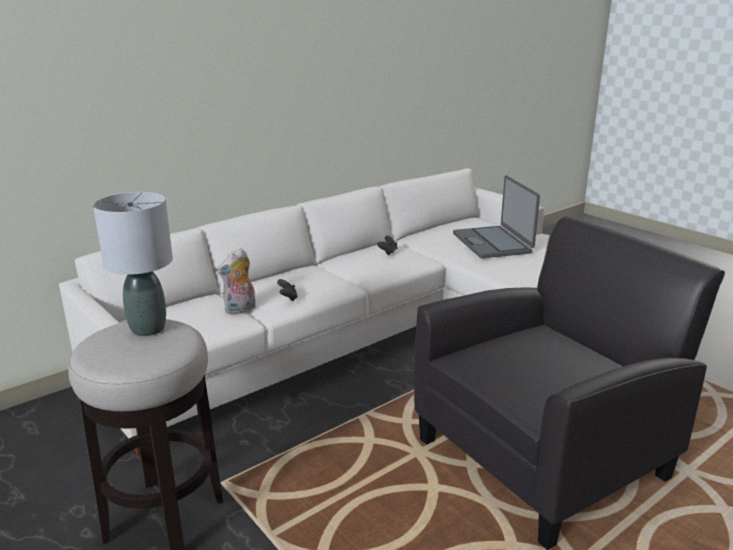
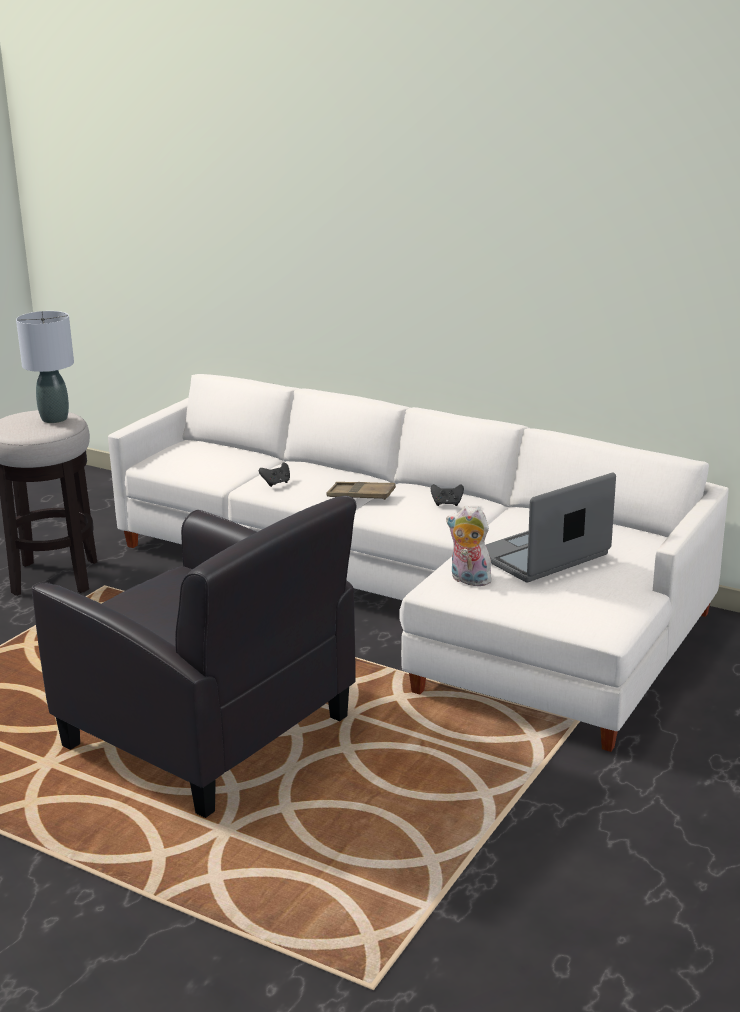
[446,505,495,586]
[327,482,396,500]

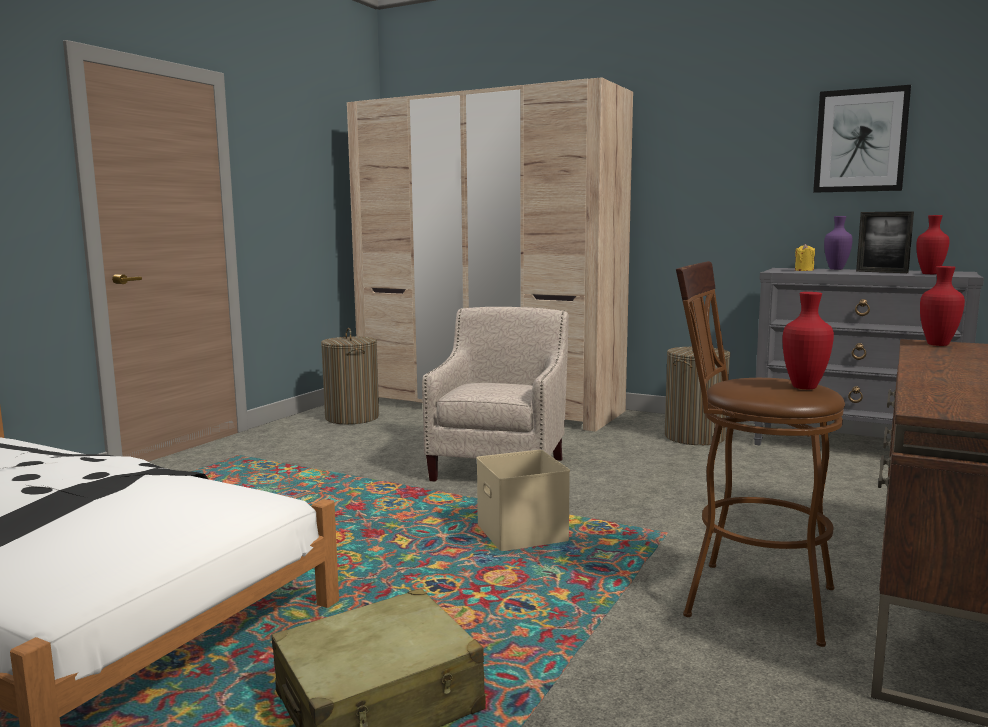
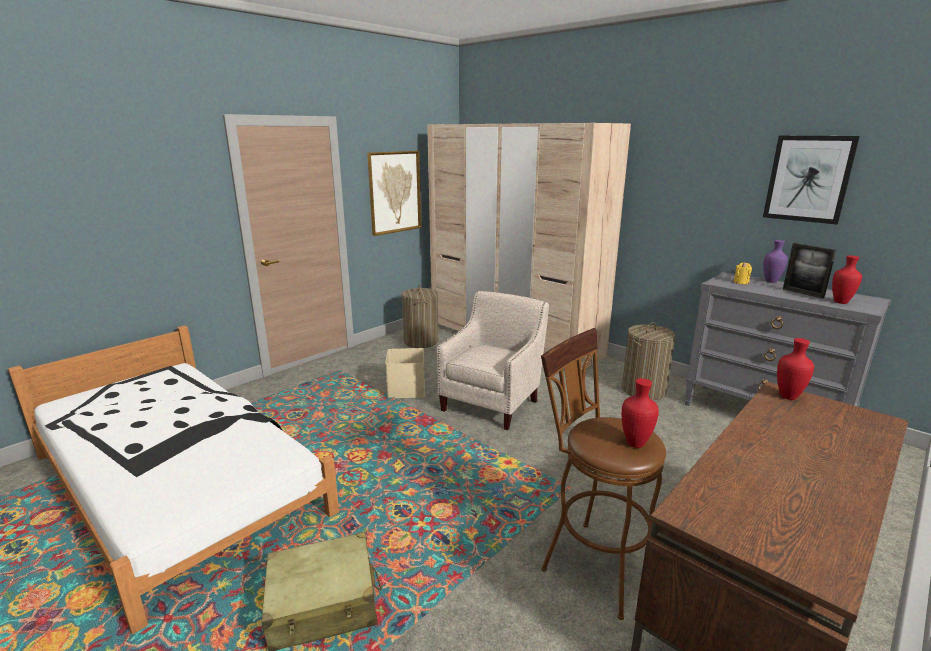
[385,348,425,398]
[367,151,422,236]

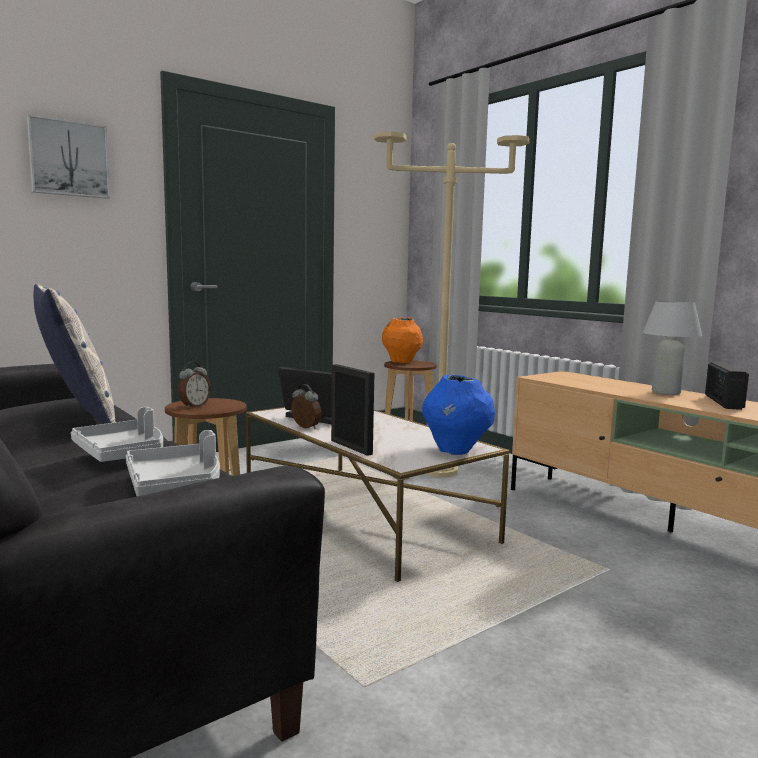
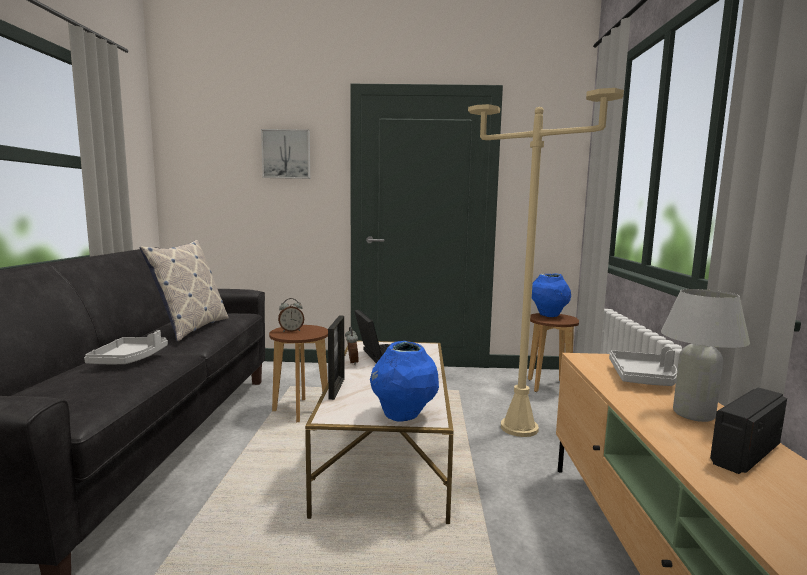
[609,346,677,386]
[532,274,571,317]

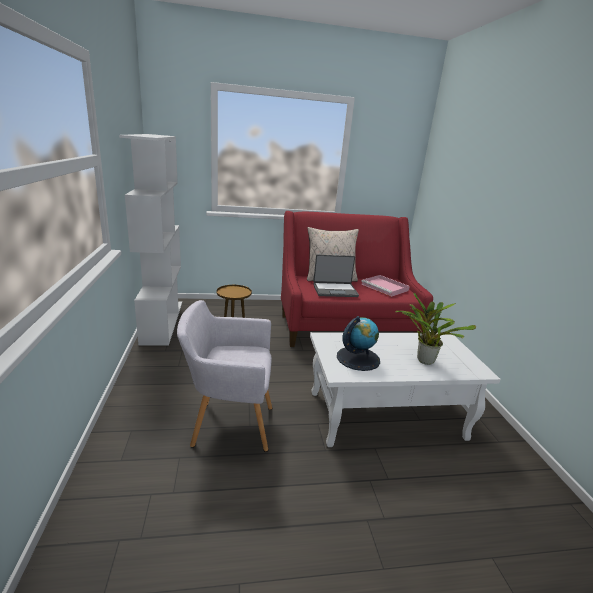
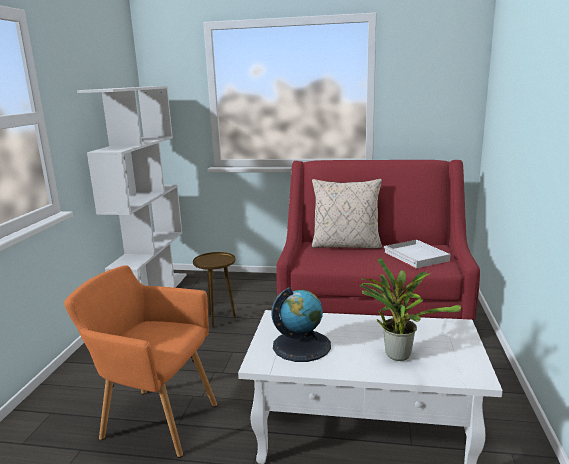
[64,265,217,457]
[313,255,359,297] (first image)
[384,240,450,268]

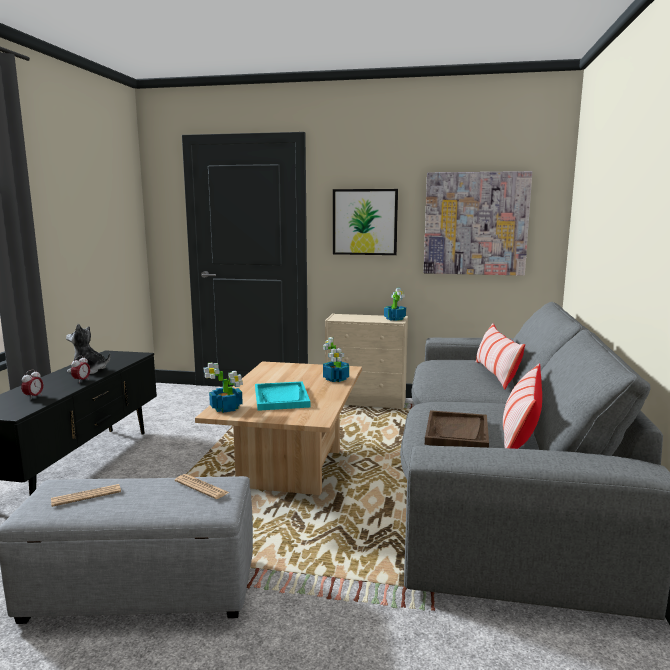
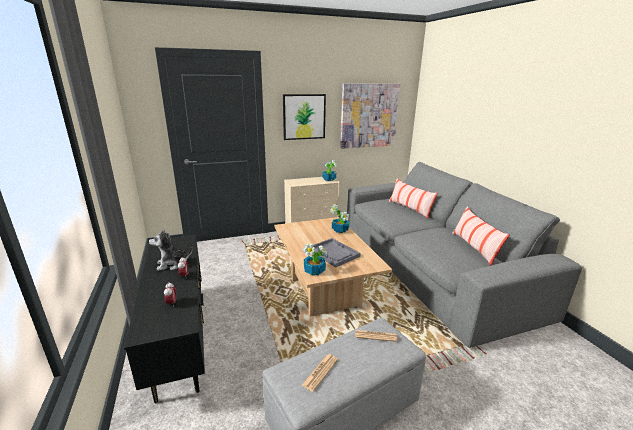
[313,238,361,268]
[425,410,489,448] (first image)

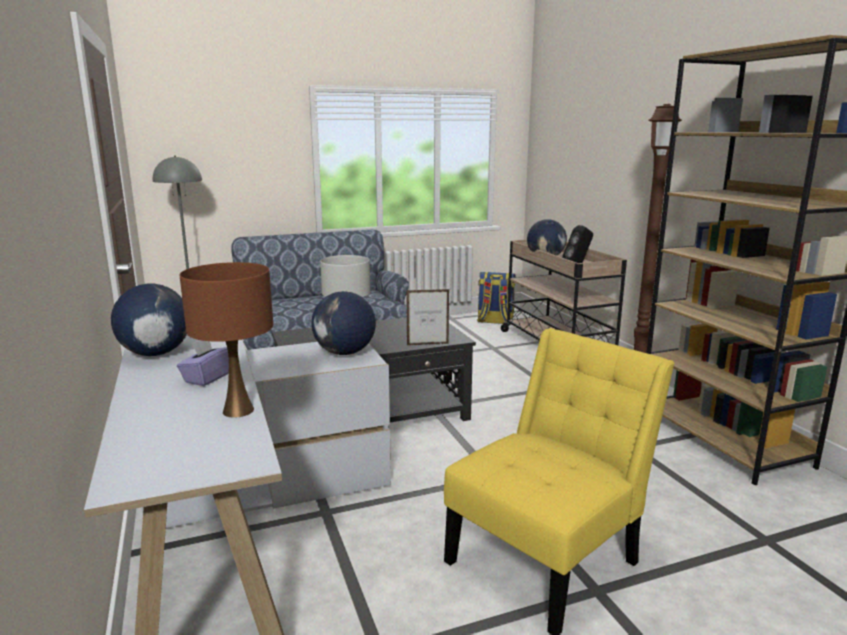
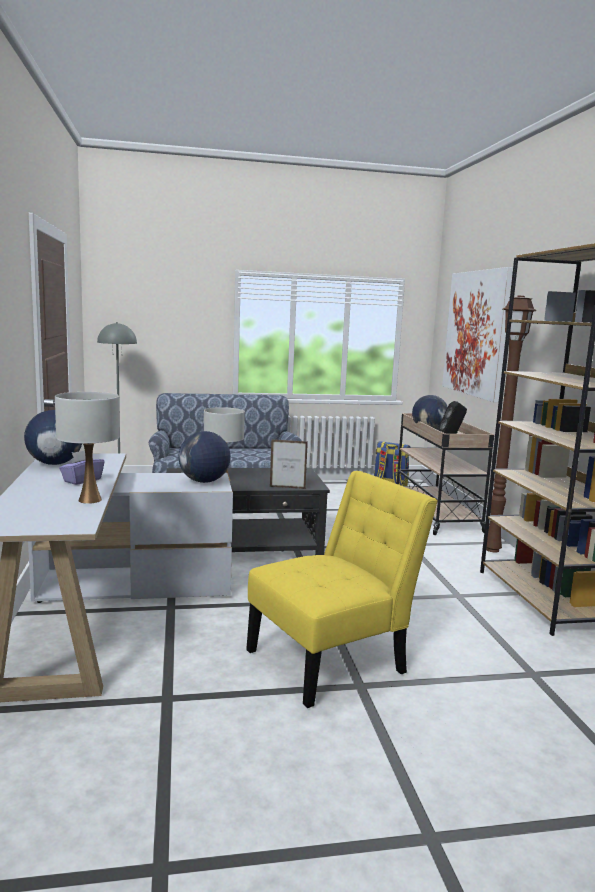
[55,392,120,504]
[442,267,513,402]

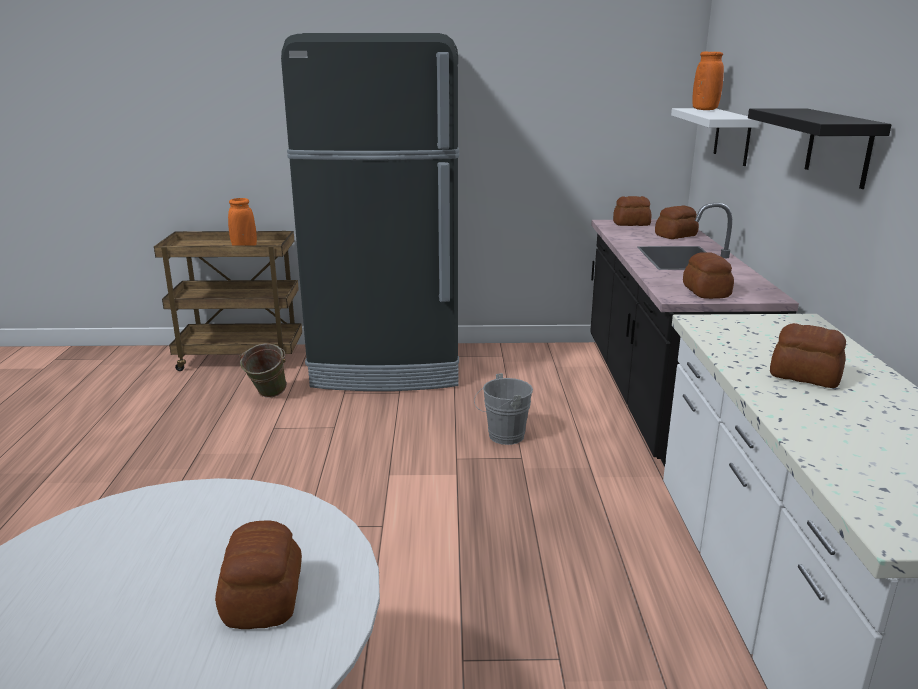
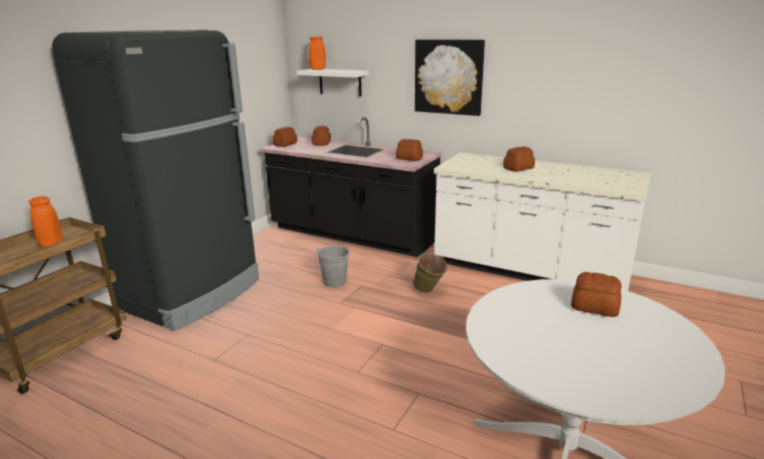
[413,253,448,293]
[415,40,485,116]

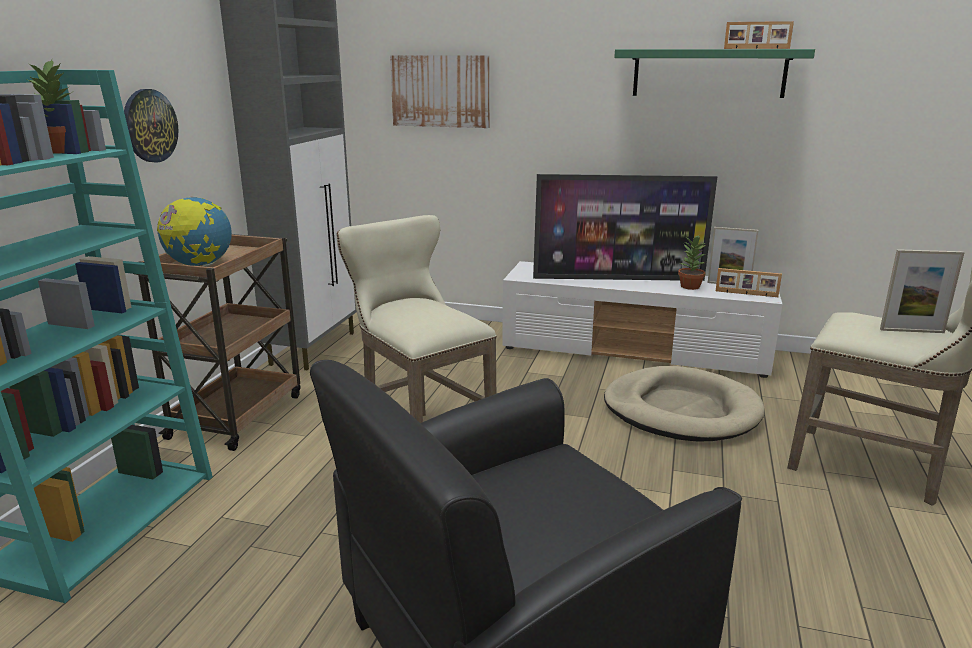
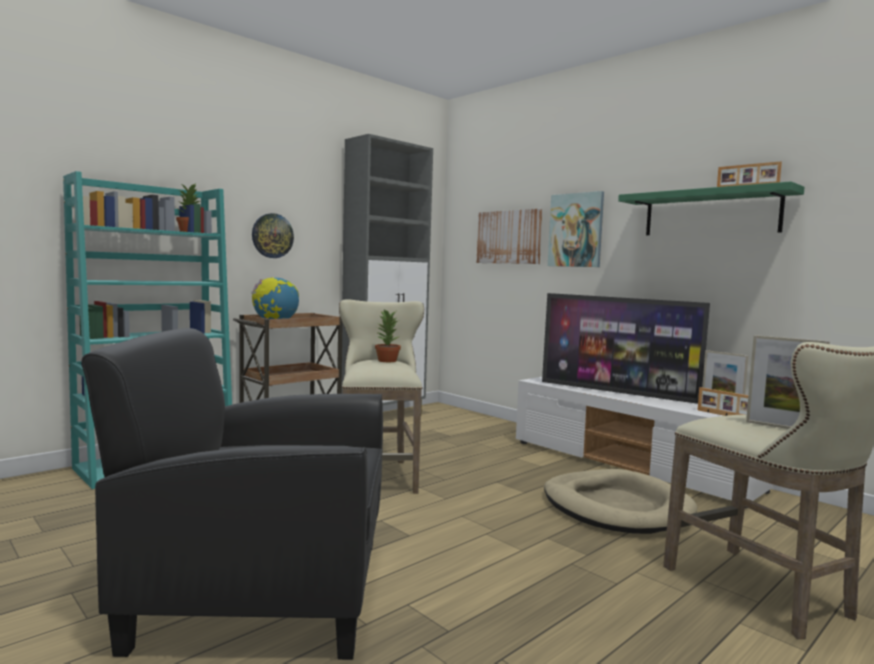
[375,309,401,362]
[548,191,604,267]

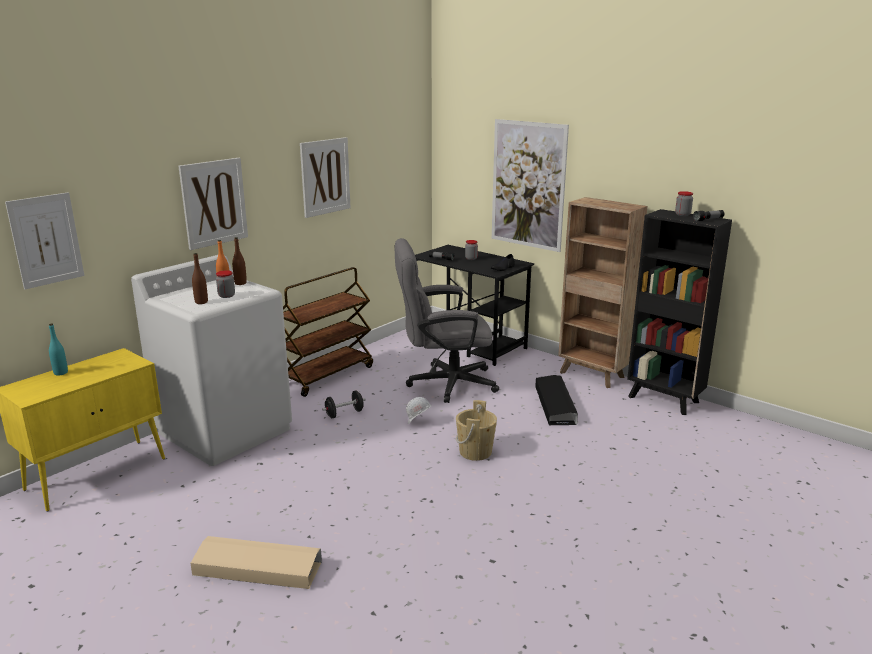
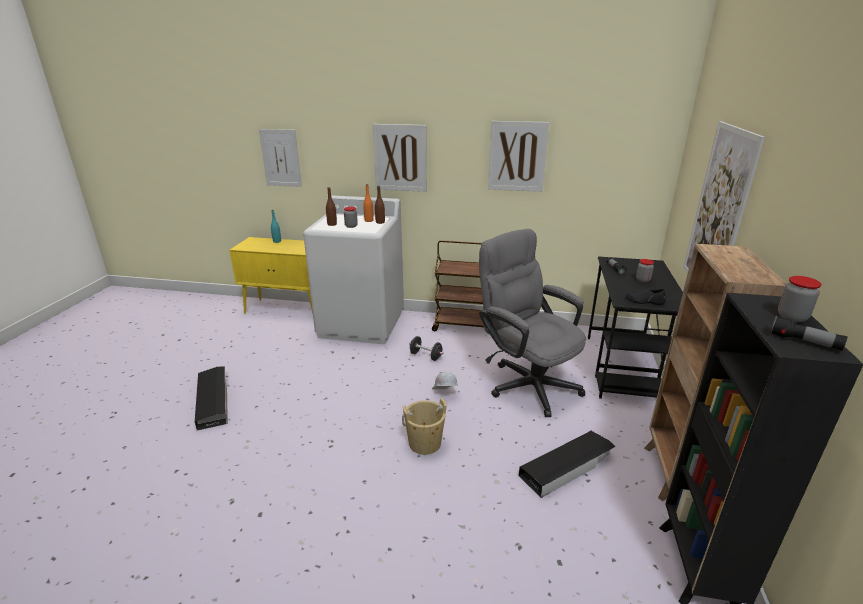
[195,366,228,430]

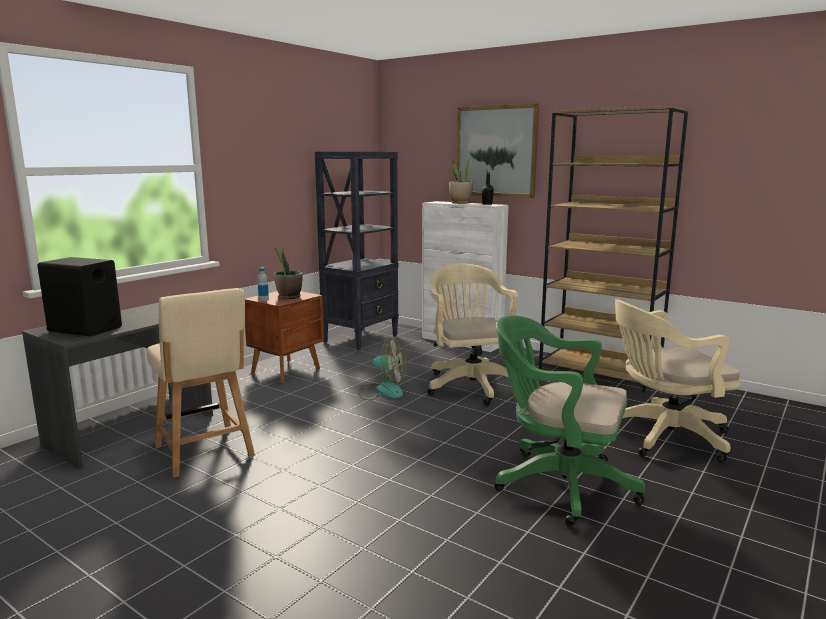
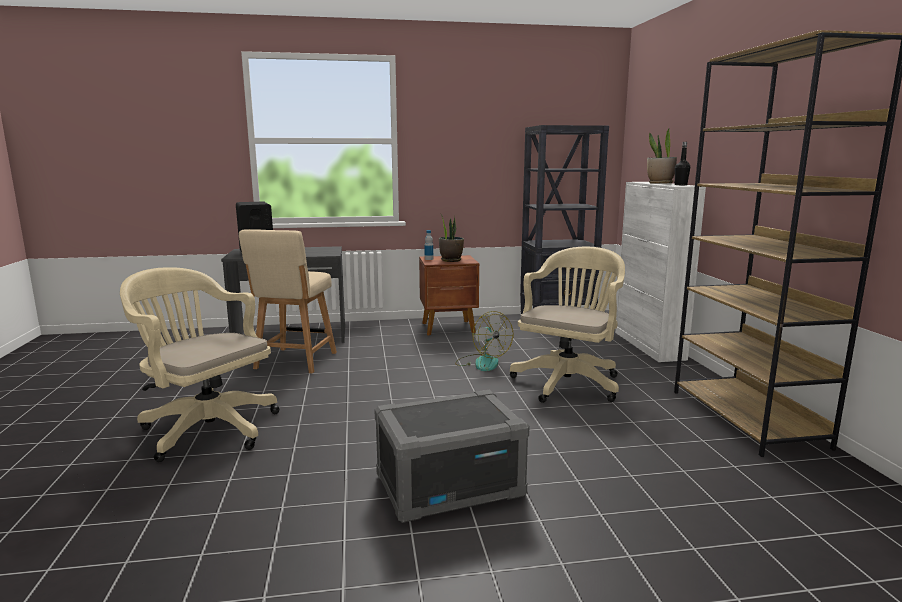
[457,103,539,198] (first image)
[374,390,529,523]
[120,267,280,462]

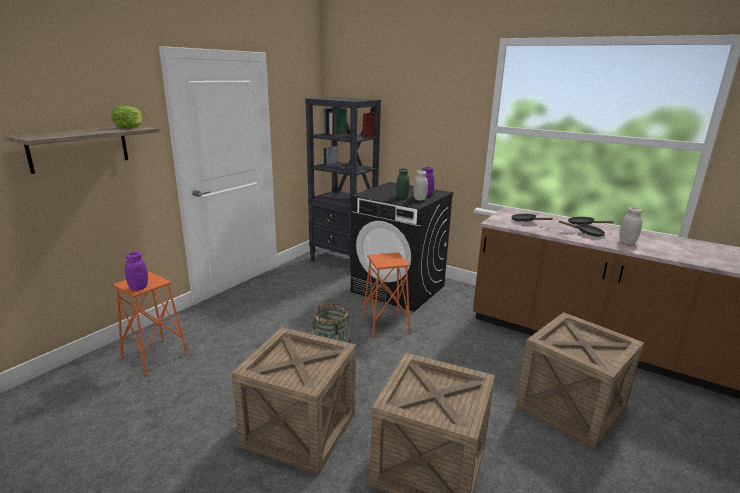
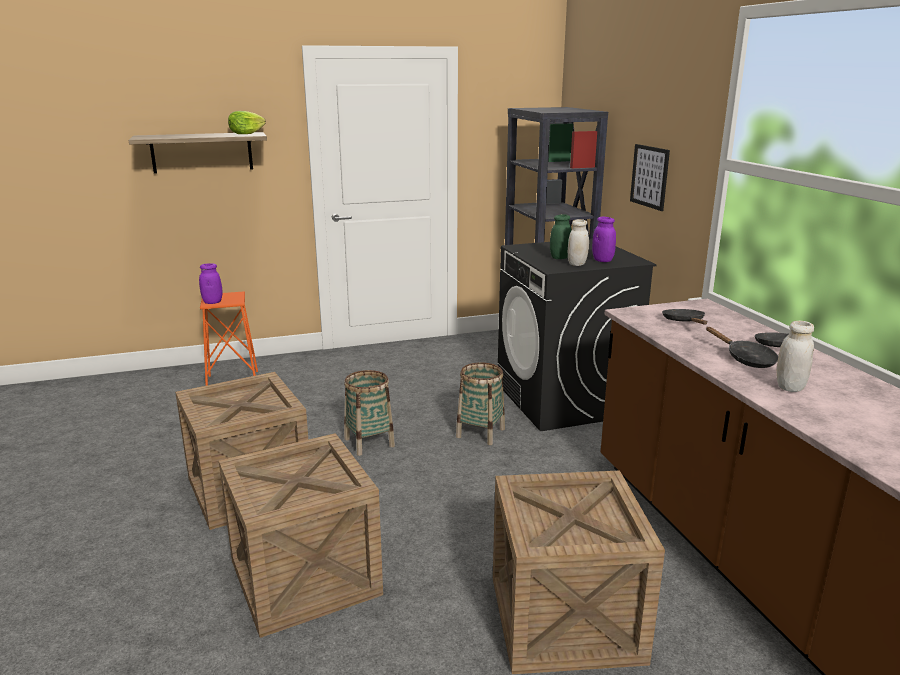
[456,363,505,445]
[630,144,670,211]

